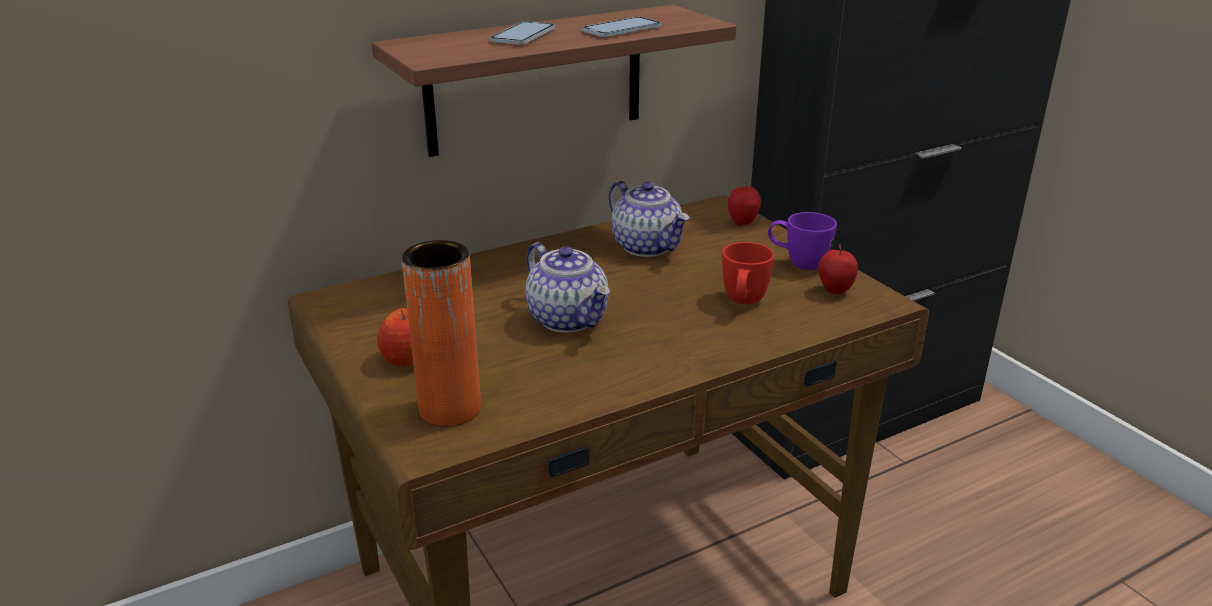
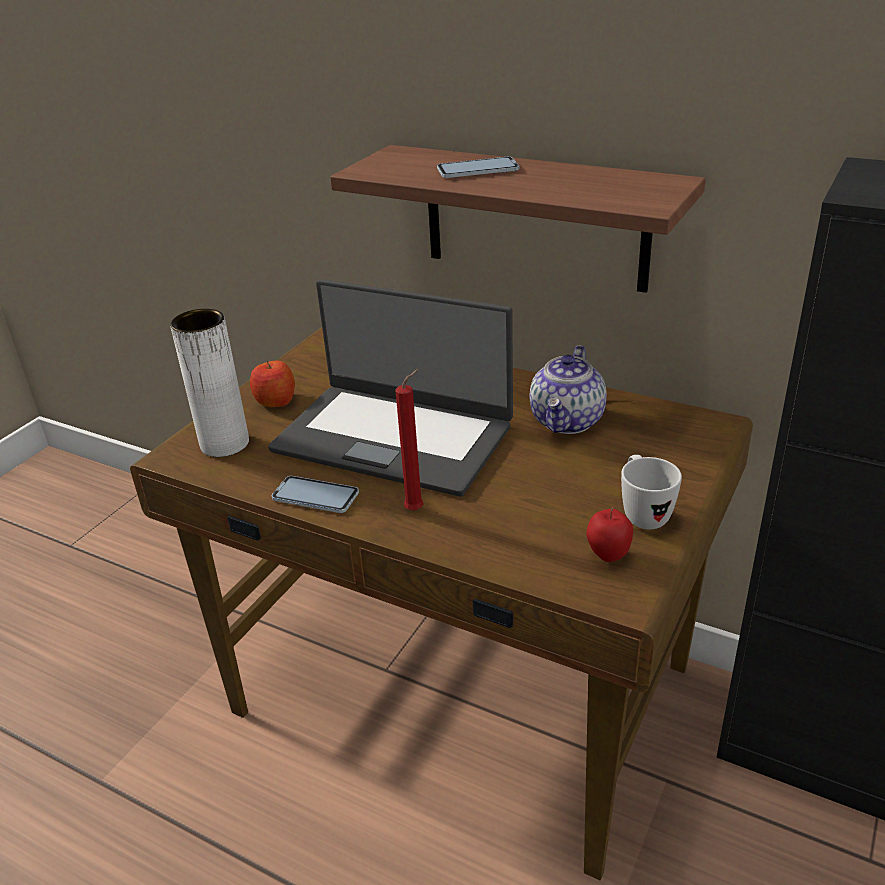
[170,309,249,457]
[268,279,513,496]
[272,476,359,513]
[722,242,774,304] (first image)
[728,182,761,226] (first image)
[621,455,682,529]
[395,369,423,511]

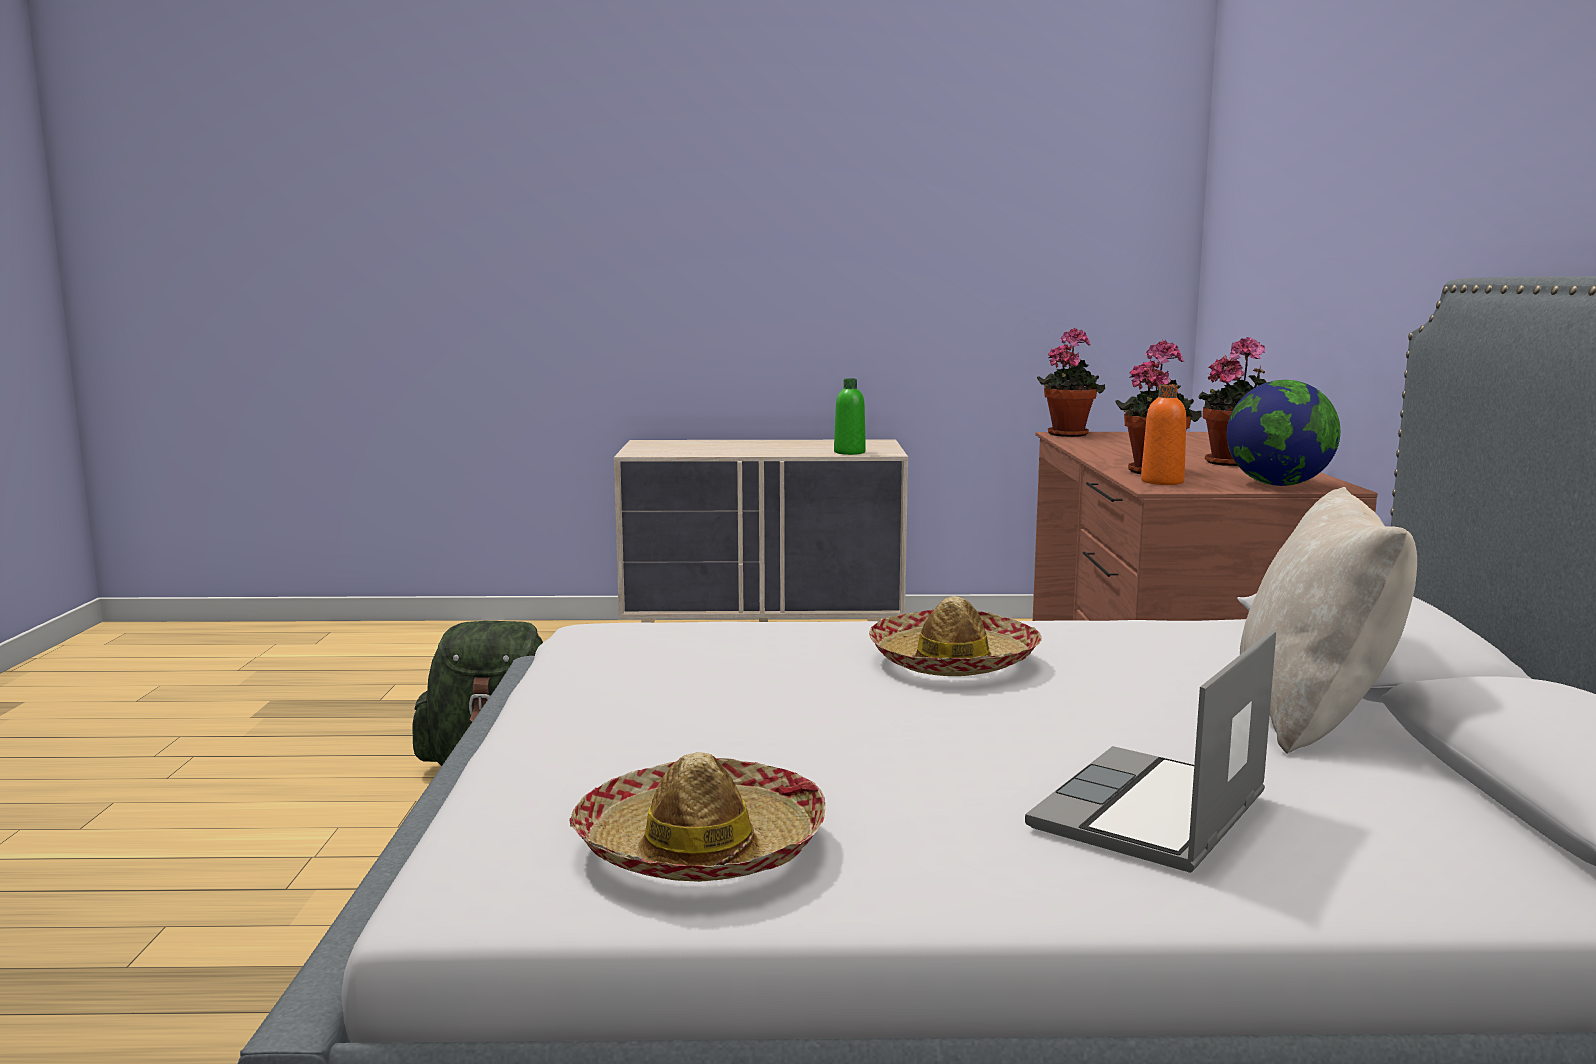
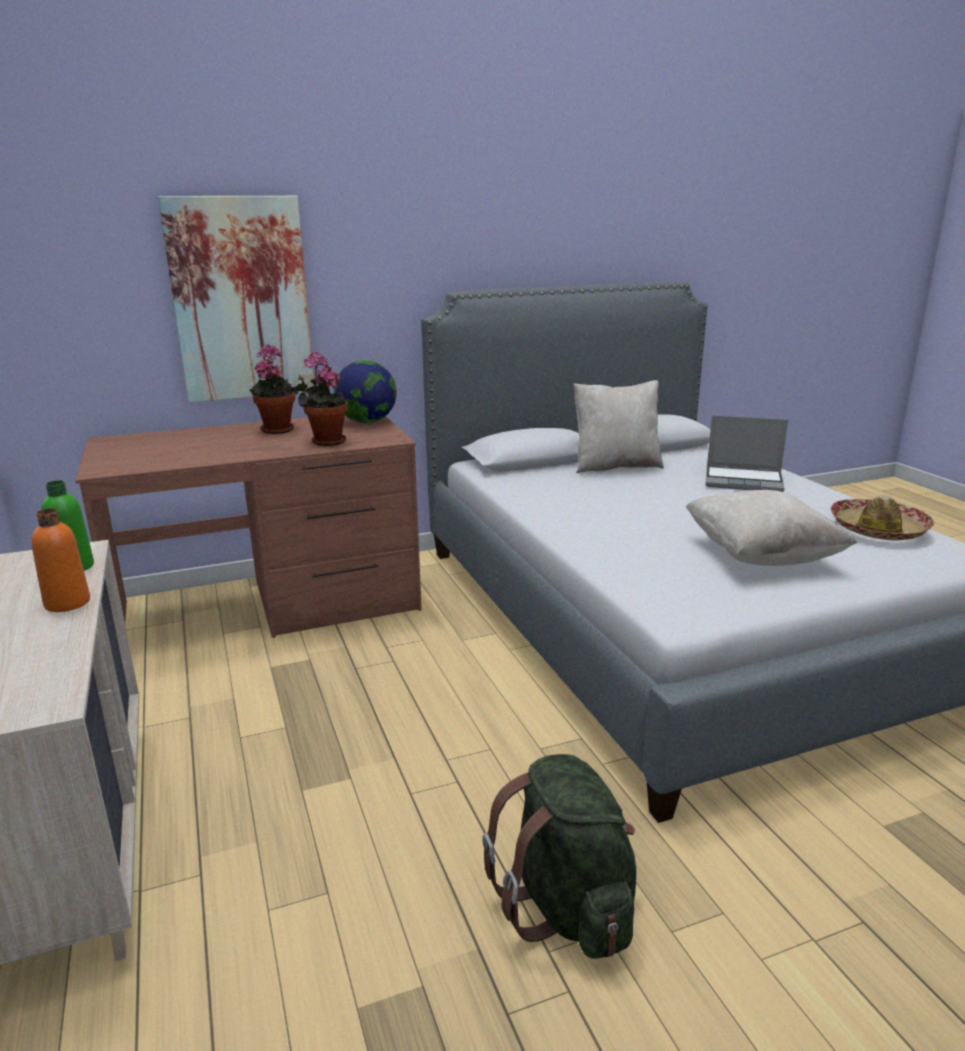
[869,596,1041,676] (first image)
[1037,328,1105,437] (first image)
[31,508,90,612]
[158,196,314,402]
[686,490,857,566]

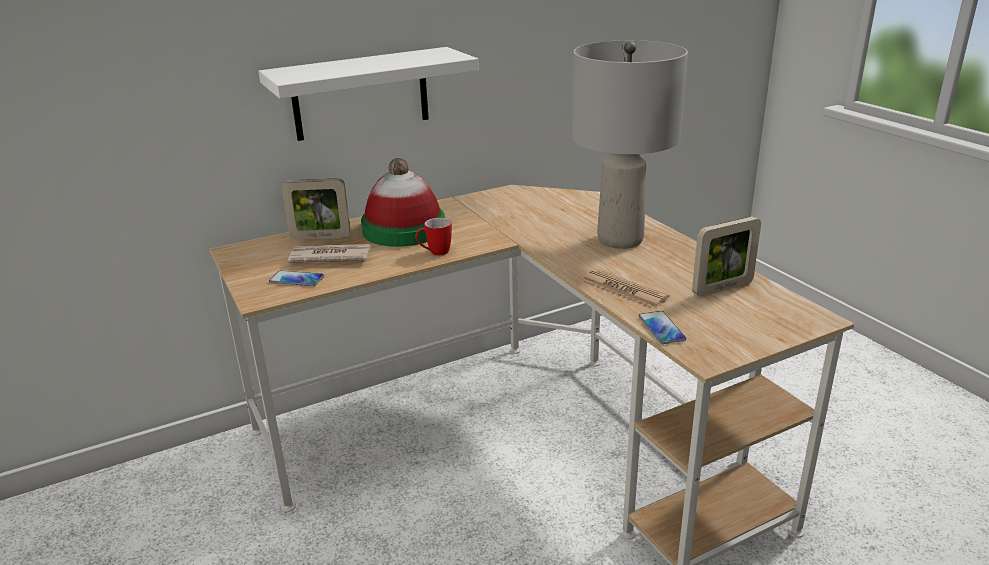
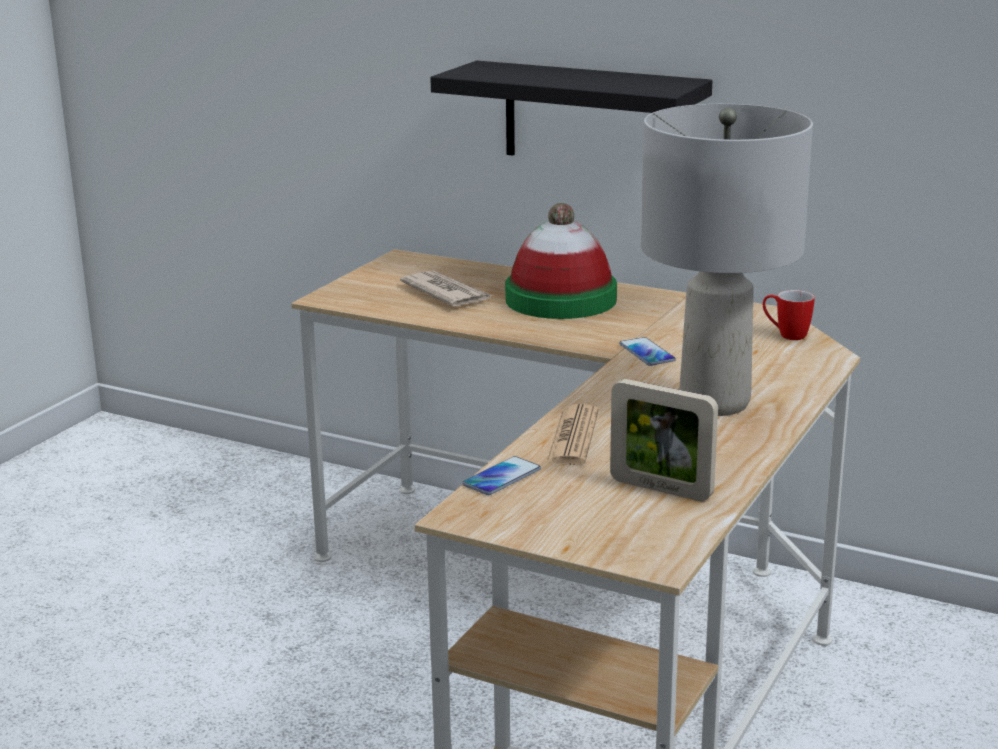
[430,61,712,156]
[619,337,676,366]
[282,178,350,240] (first image)
[763,290,815,340]

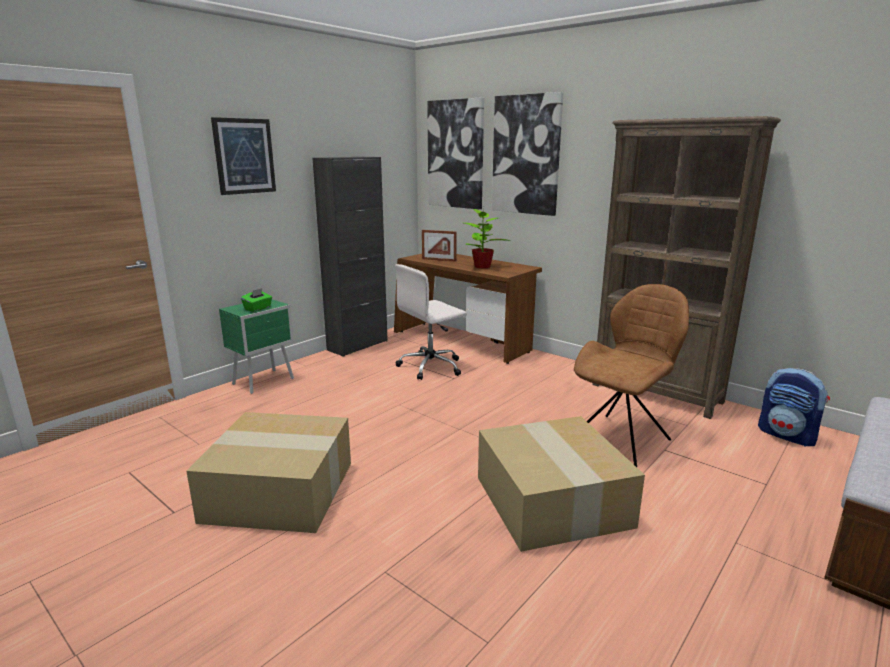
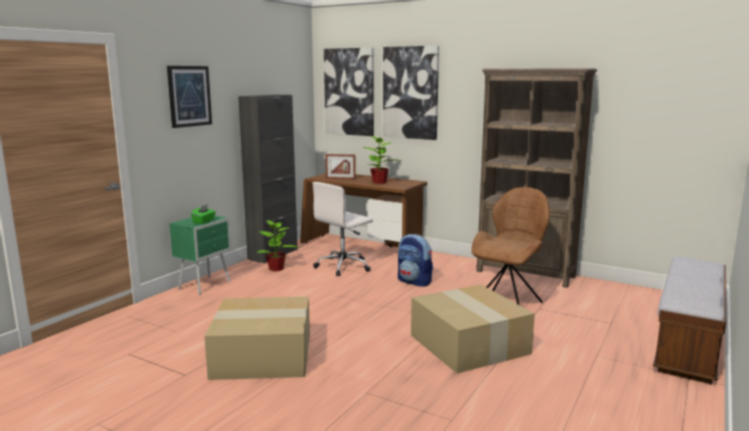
[398,234,433,287]
[257,219,299,271]

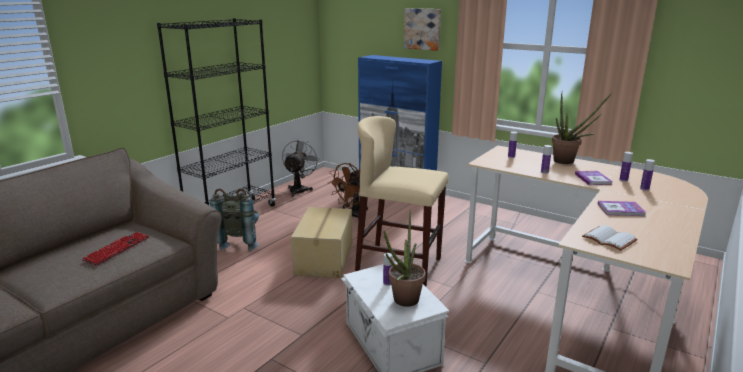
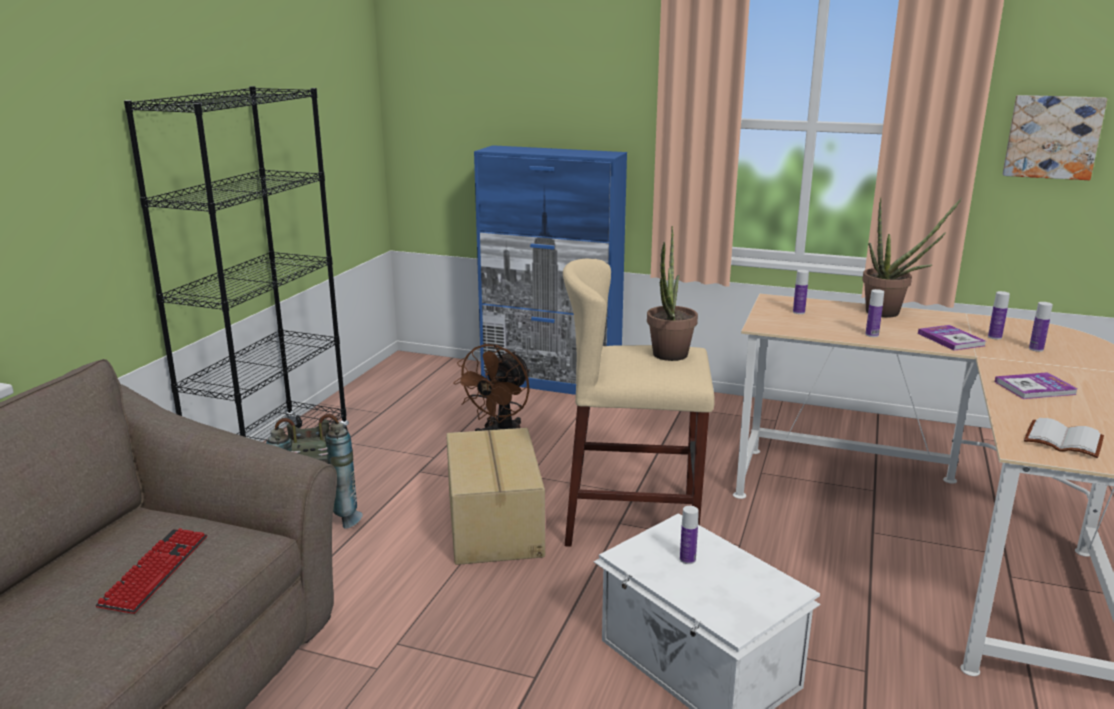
[282,140,320,197] (first image)
[647,226,698,361]
[1003,95,1107,180]

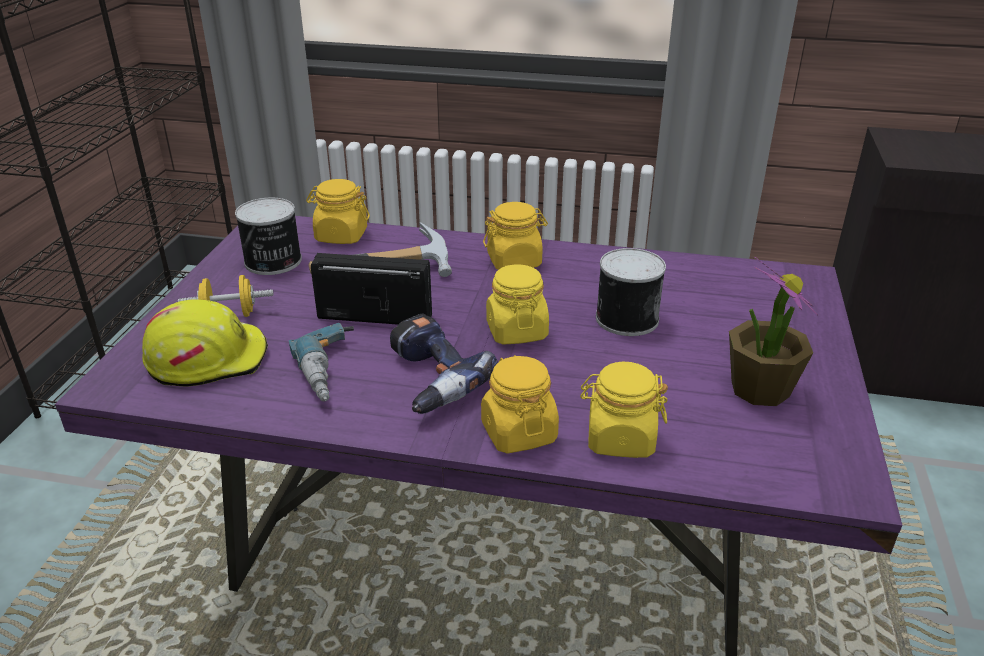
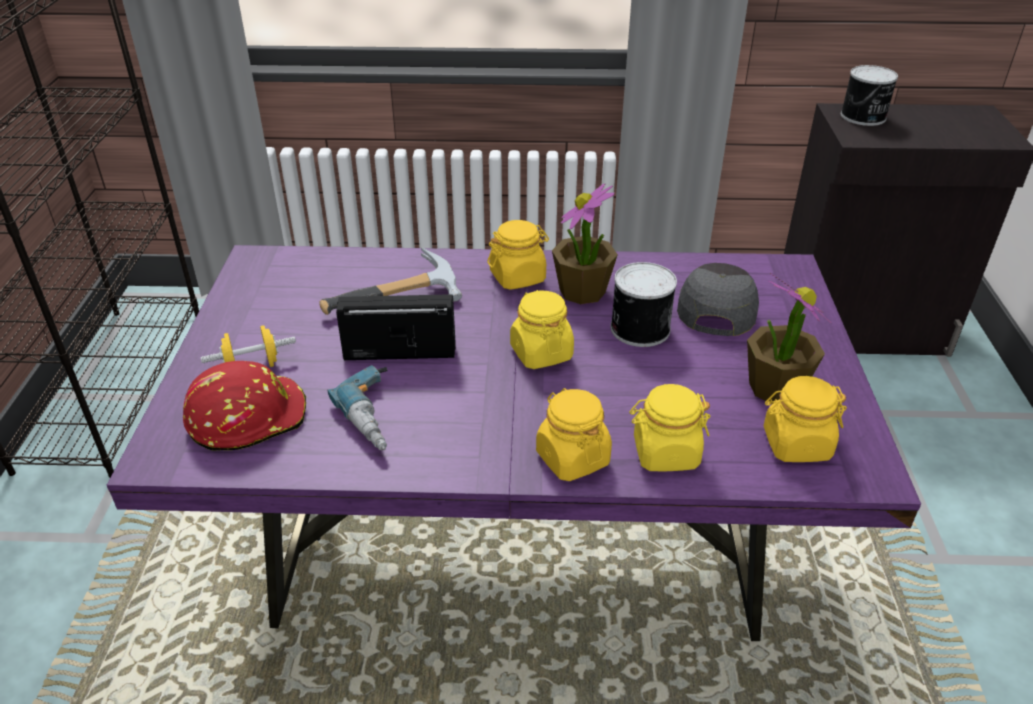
[183,361,306,451]
[841,65,898,126]
[764,376,847,462]
[390,313,498,414] (first image)
[552,184,618,304]
[677,263,759,336]

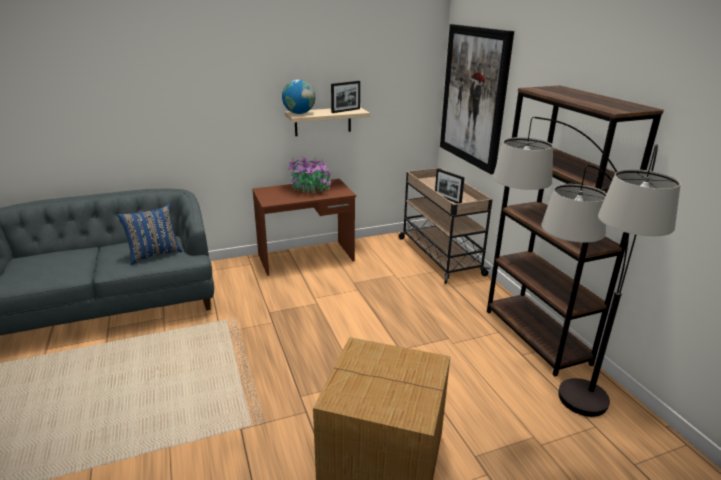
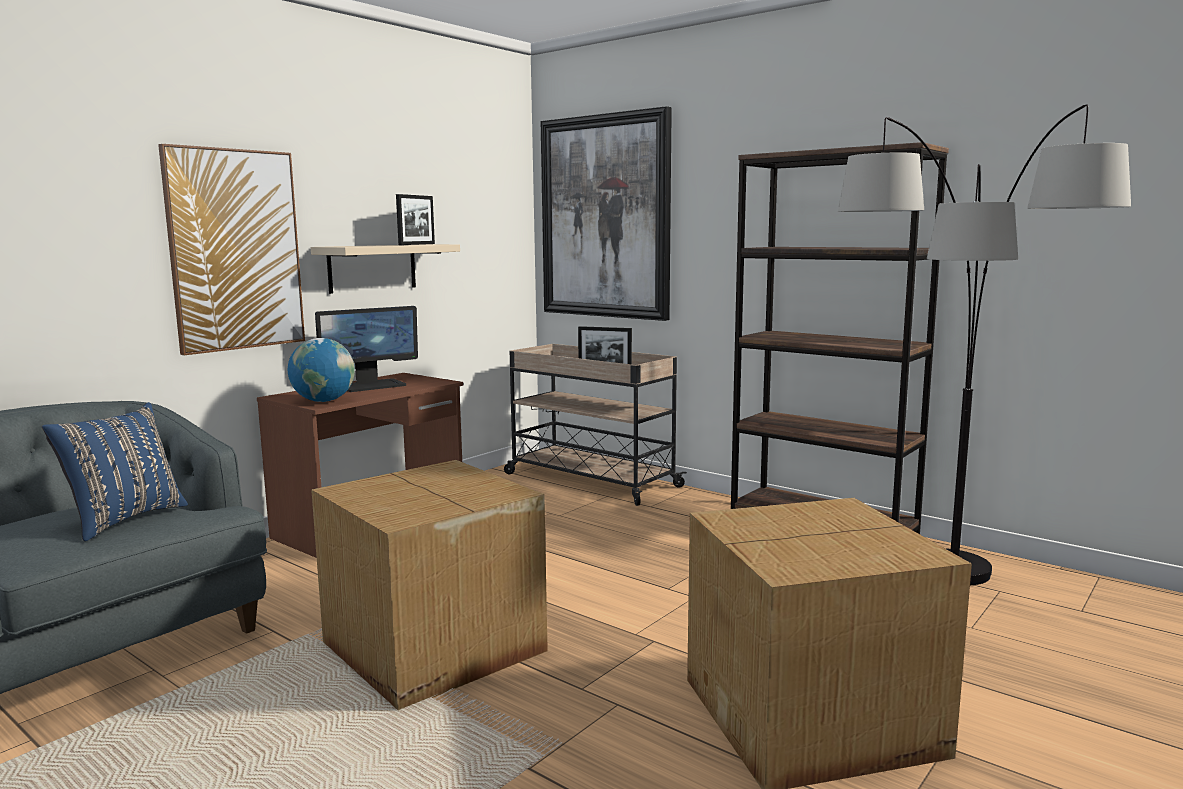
[288,338,355,402]
[315,306,418,392]
[158,144,305,355]
[311,460,548,710]

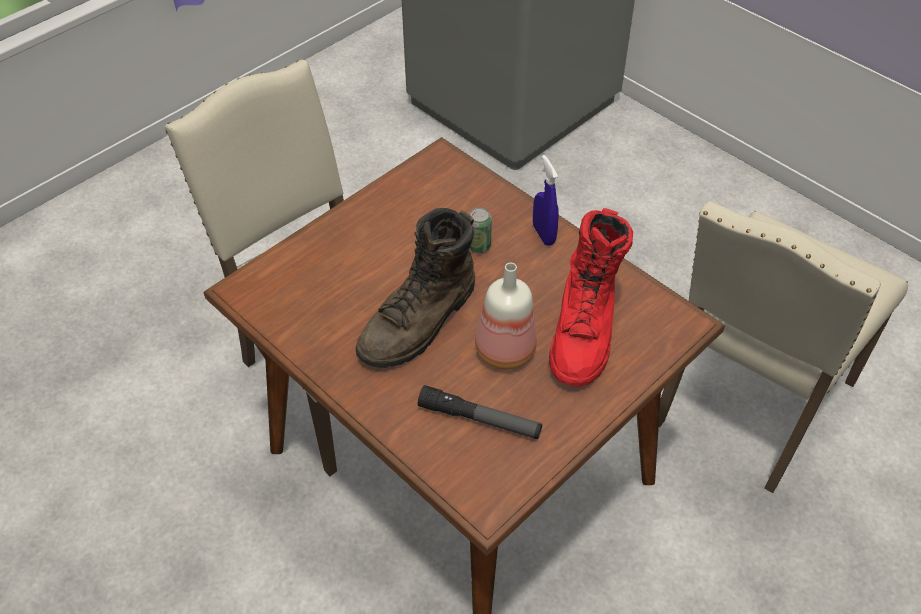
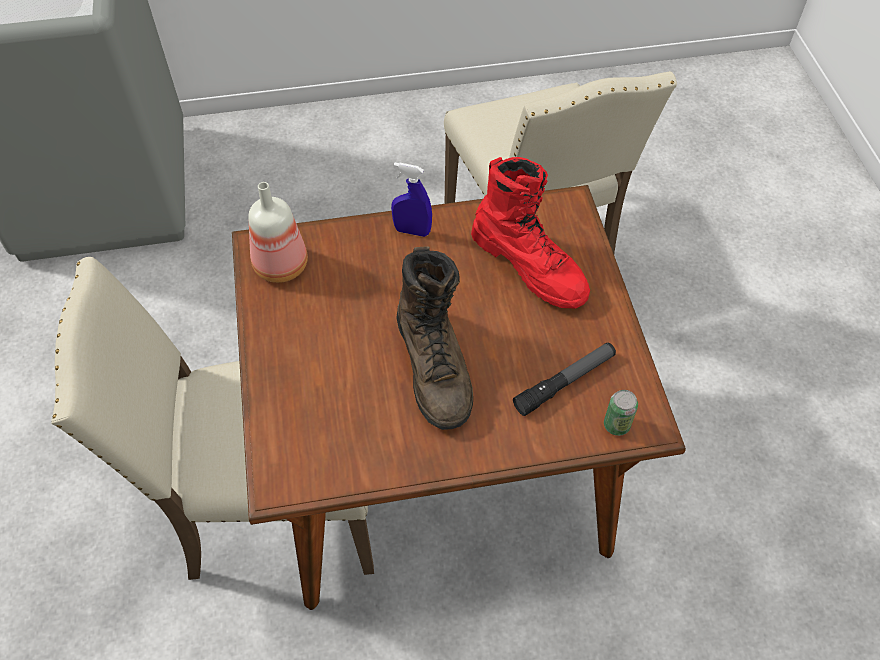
[604,390,638,436]
[248,182,308,283]

